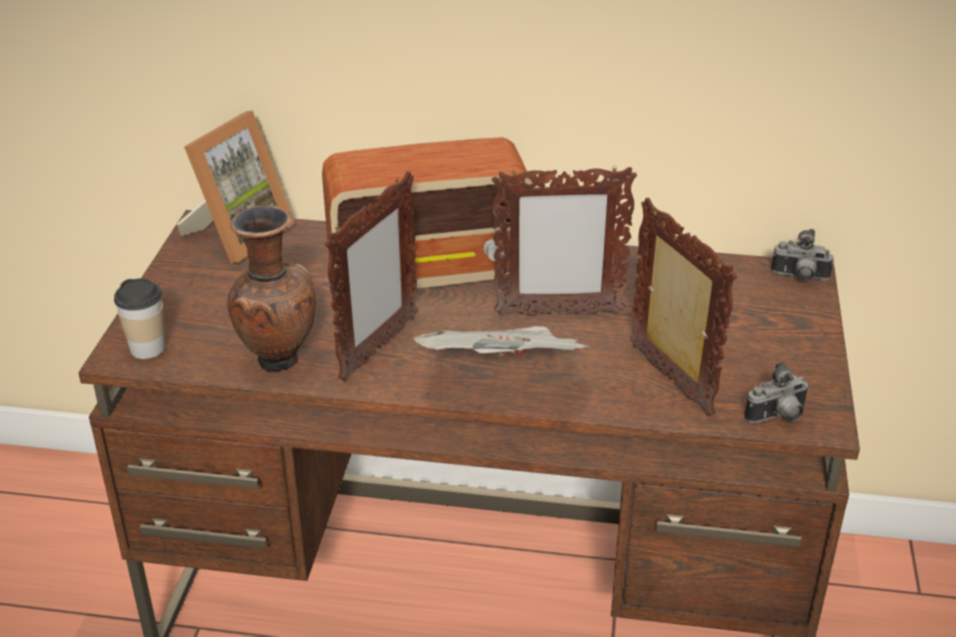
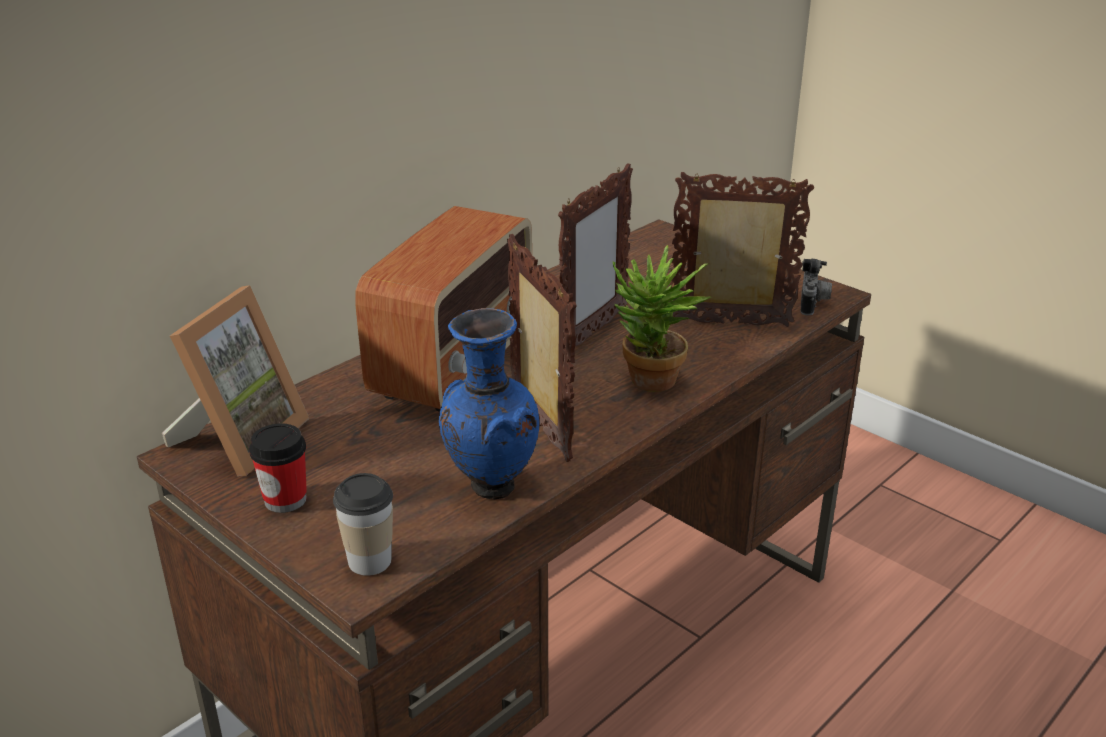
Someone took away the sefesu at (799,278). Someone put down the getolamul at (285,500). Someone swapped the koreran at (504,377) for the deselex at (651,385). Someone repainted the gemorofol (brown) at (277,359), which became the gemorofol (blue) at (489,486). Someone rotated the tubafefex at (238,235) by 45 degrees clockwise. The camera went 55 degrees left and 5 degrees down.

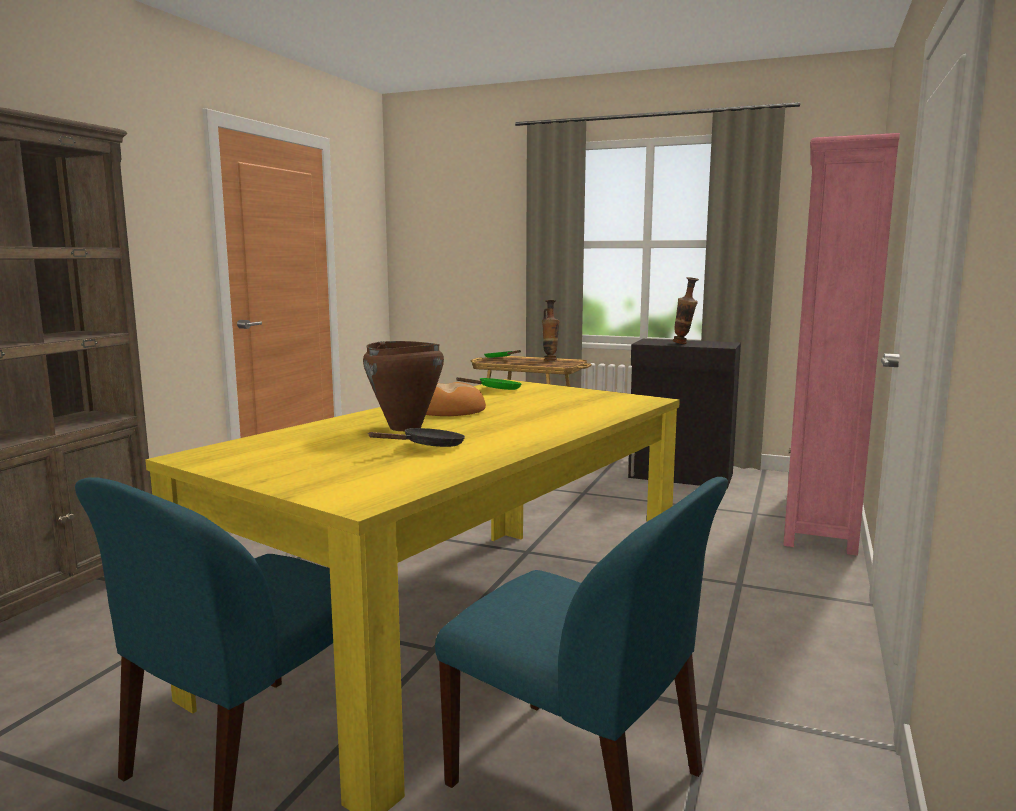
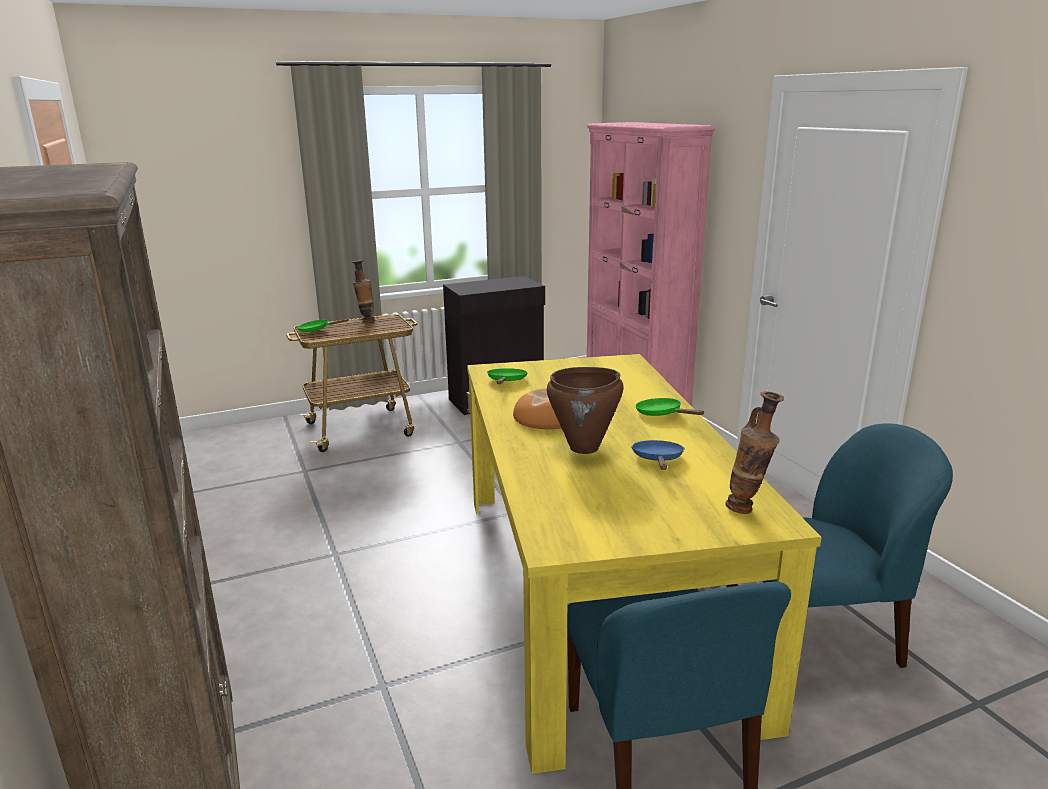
Someone put down the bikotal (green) at (662,414). Someone carried the gemorofol from (683,343) to (748,509). Someone repainted the bikotal (black) at (428,447), which became the bikotal (blue) at (658,460). The camera went 45 degrees left and 10 degrees up.

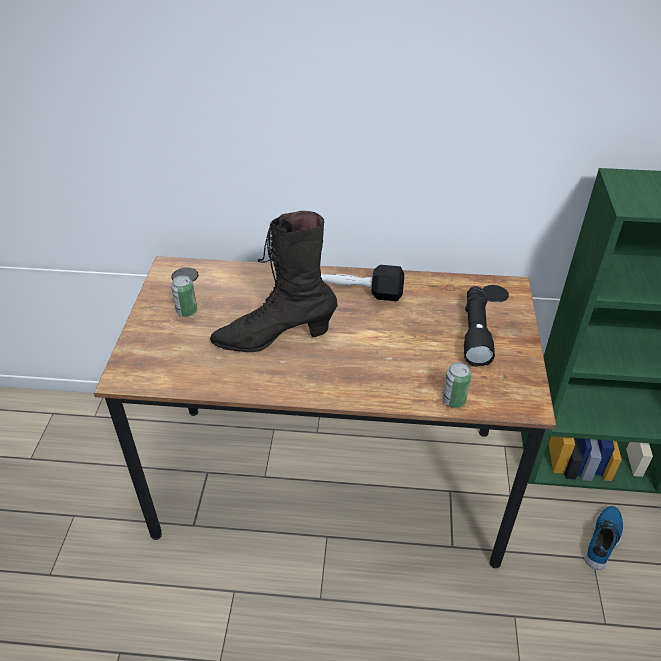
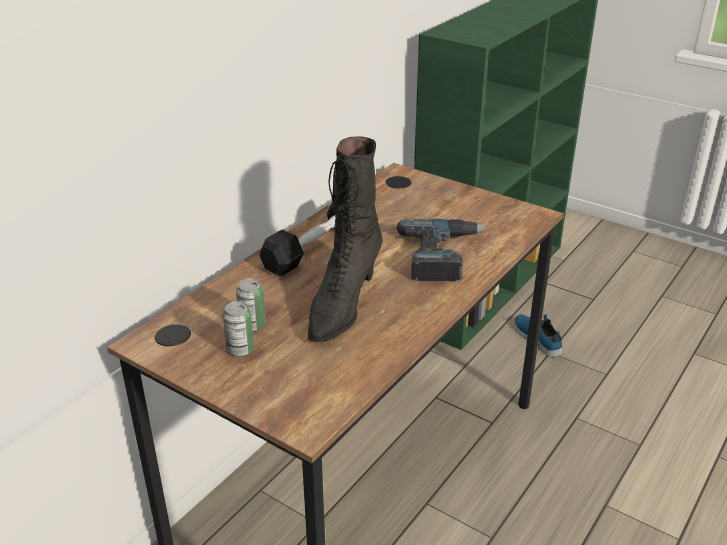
Someone took away the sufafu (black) at (475,332). Someone put down the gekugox at (442,256). Someone carried the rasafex from (454,400) to (252,325). The camera went 60 degrees left and 10 degrees down.

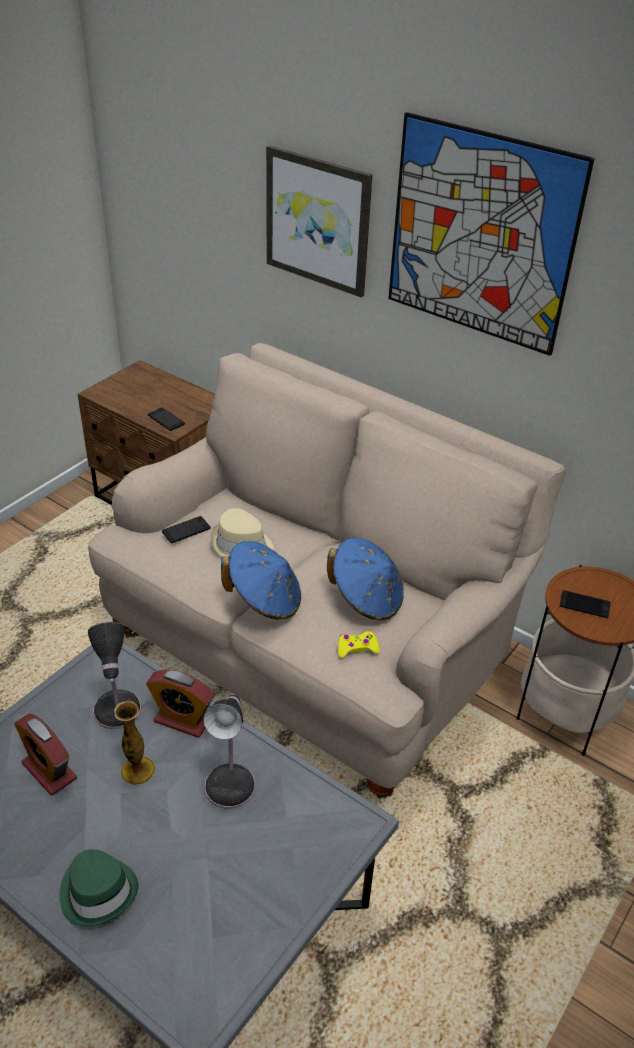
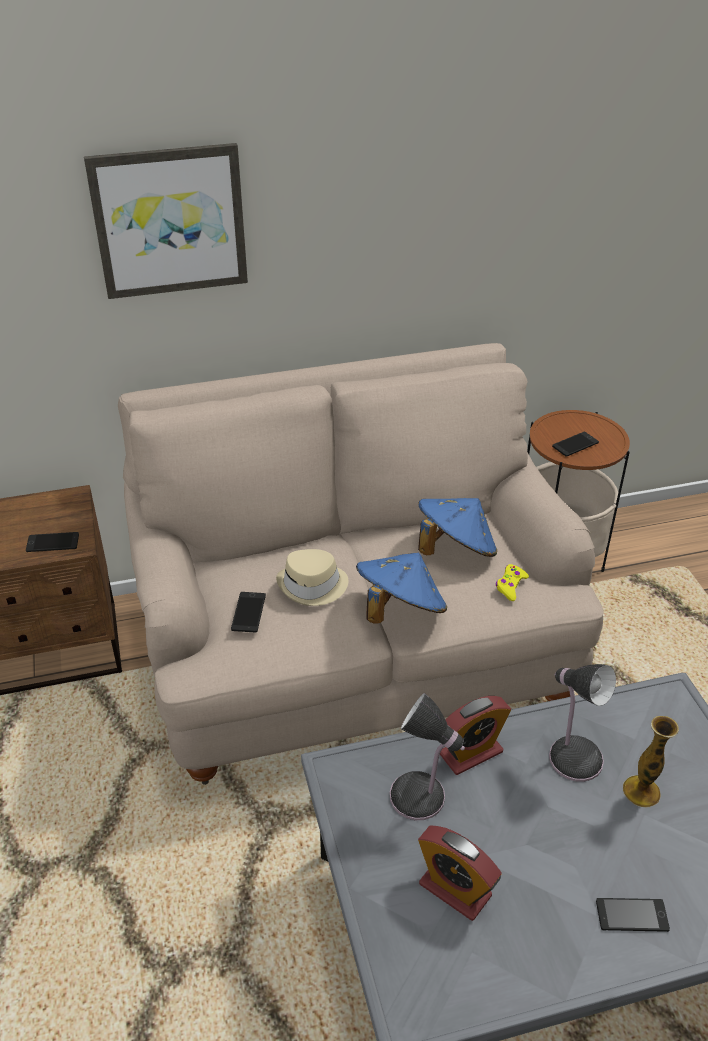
Someone took away the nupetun at (480,235). Someone carried the gemorofol from (138,770) to (641,791). Someone swapped the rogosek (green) at (98,891) for the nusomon at (632,915). Someone rotated the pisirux at (49,771) by 45 degrees clockwise. The camera went 50 degrees left and 0 degrees up.

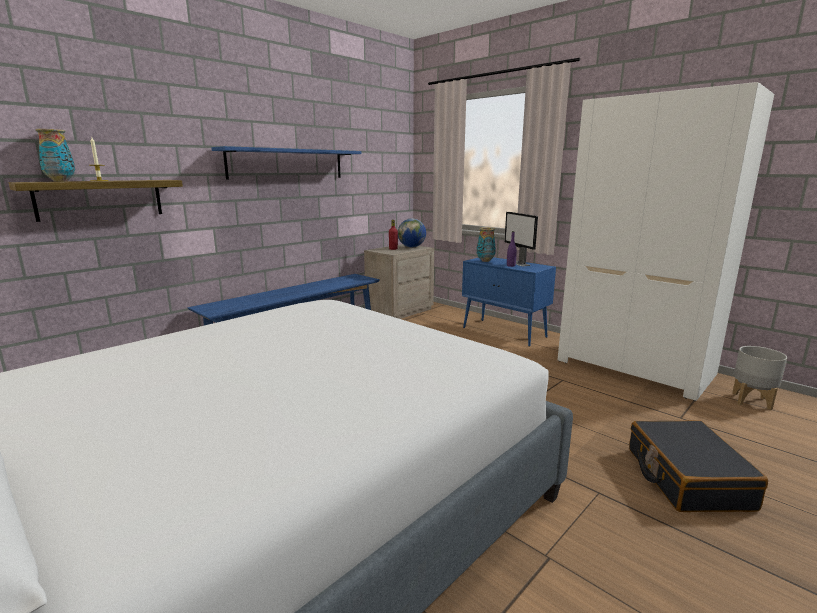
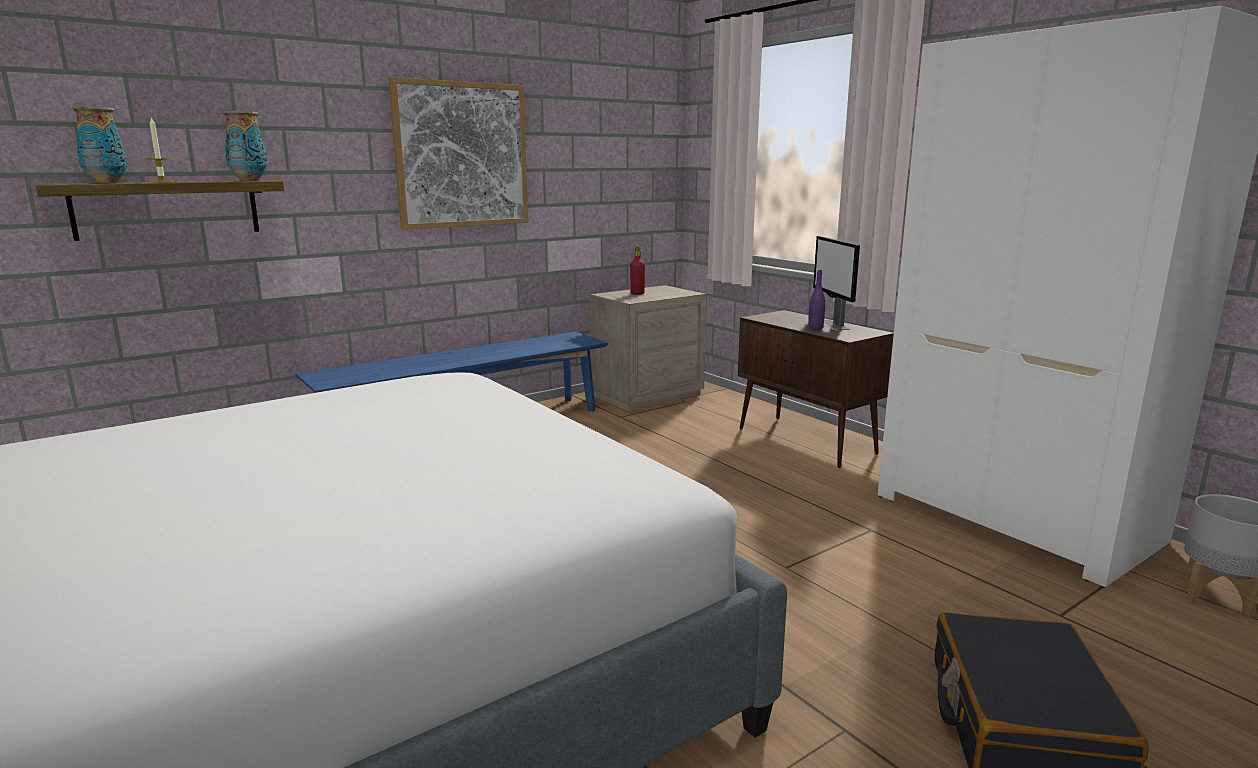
Someone took away the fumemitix at (411,247). Someone carried the gemorofol from (485,261) to (249,180). Someone swapped the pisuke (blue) at (287,164) for the nupetun at (462,155). Someone repainted the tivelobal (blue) at (504,332), which became the tivelobal (brown) at (807,441). The camera went 10 degrees right and 0 degrees up.

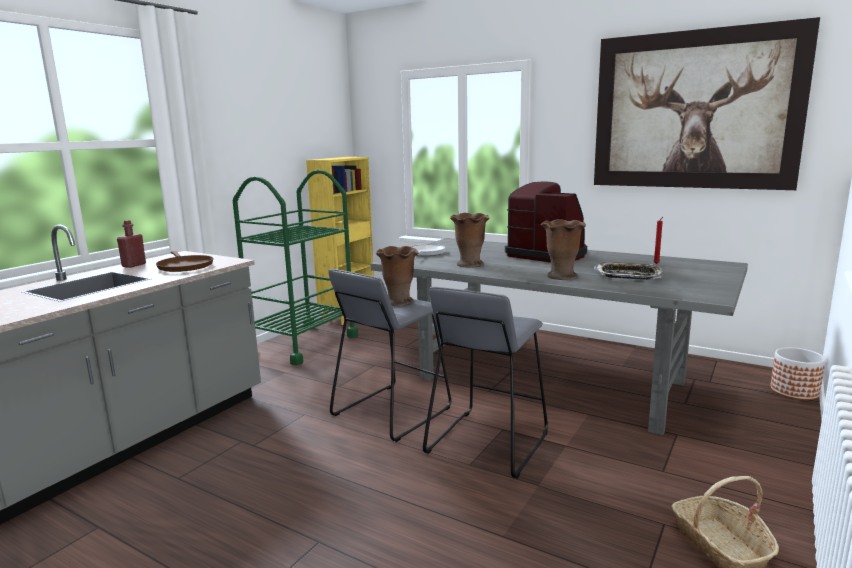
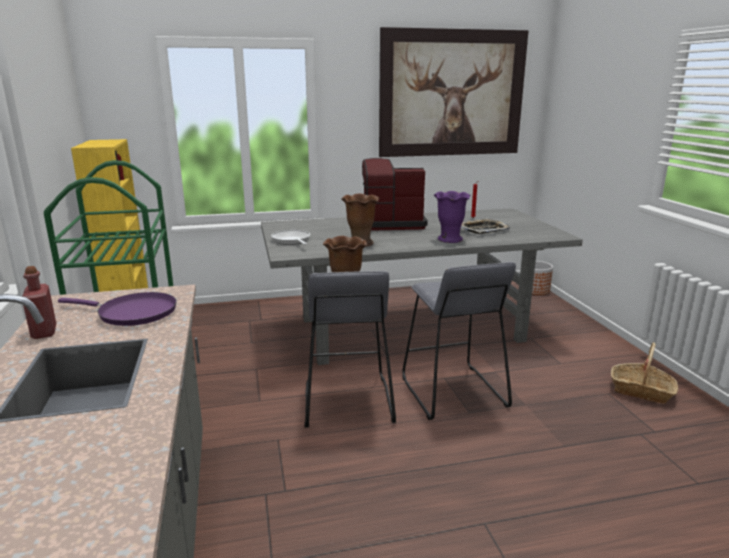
Someone repainted the bikotal (brown) at (184,266), which became the bikotal (purple) at (133,313). Someone repainted the gemorofol (brown) at (562,276), which became the gemorofol (purple) at (450,239). The camera went 45 degrees left and 5 degrees up.

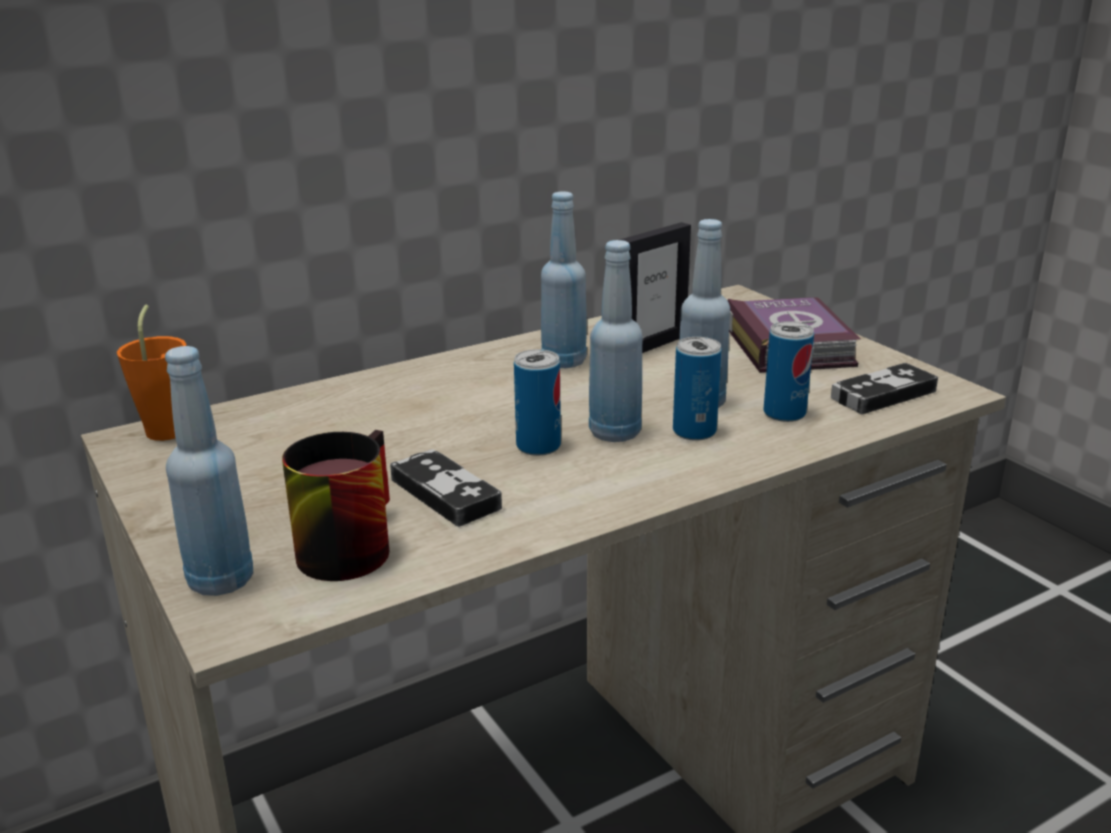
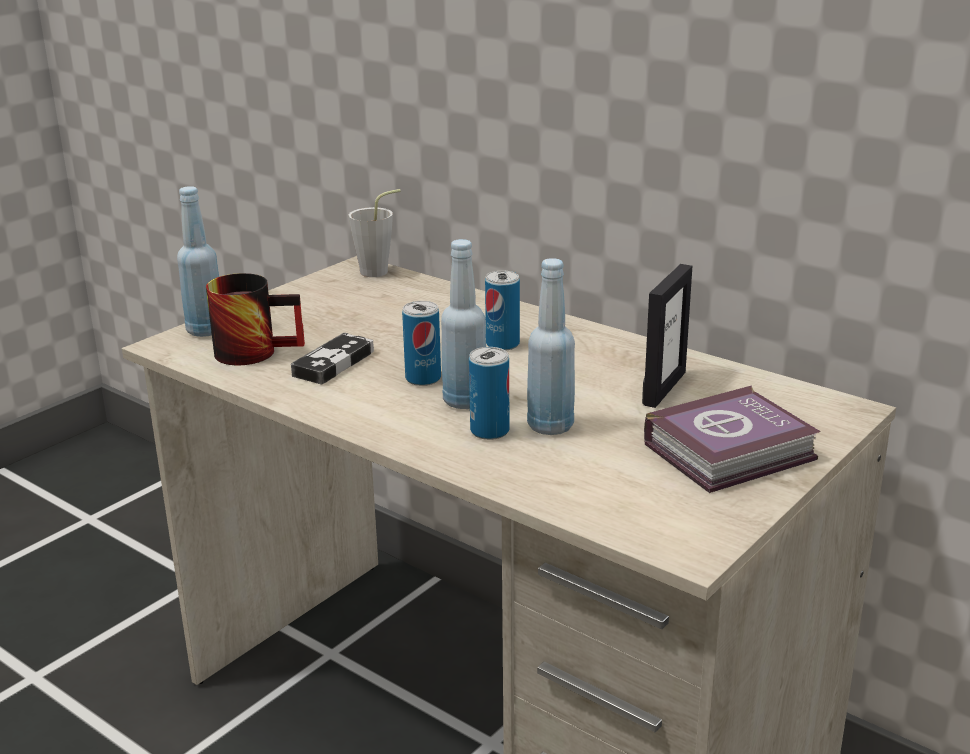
Someone took away the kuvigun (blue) at (563,361). Someone took away the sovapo at (883,394). Someone carried the rasafex from (784,413) to (502,344). Someone repainted the getolamul (orange) at (169,427), which became the getolamul (grey) at (380,271). Someone rotated the tubafefex at (651,345) by 90 degrees counterclockwise. The camera went 70 degrees right and 0 degrees up.

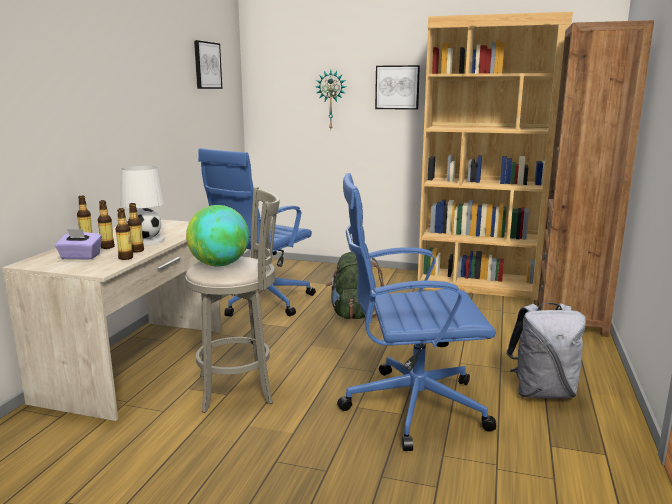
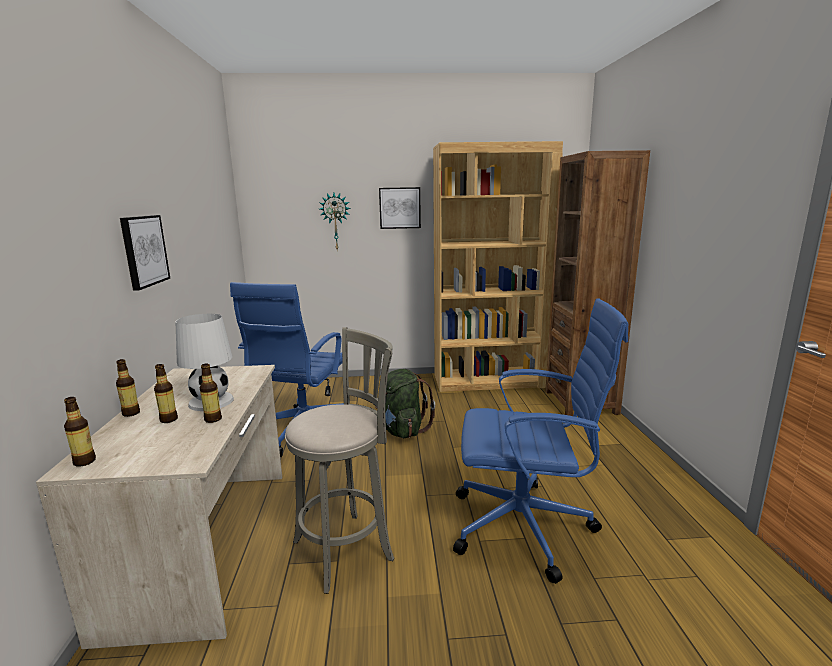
Someone took away the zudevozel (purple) at (80,257). Someone took away the fumemitix at (219,265). Someone took away the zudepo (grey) at (542,392). Someone carried the kuvigun from (126,258) to (84,461). Someone carried the nupetun from (207,65) to (144,250). Someone rotated the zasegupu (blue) at (410,406) by 150 degrees counterclockwise. The camera went 20 degrees left and 0 degrees up.

